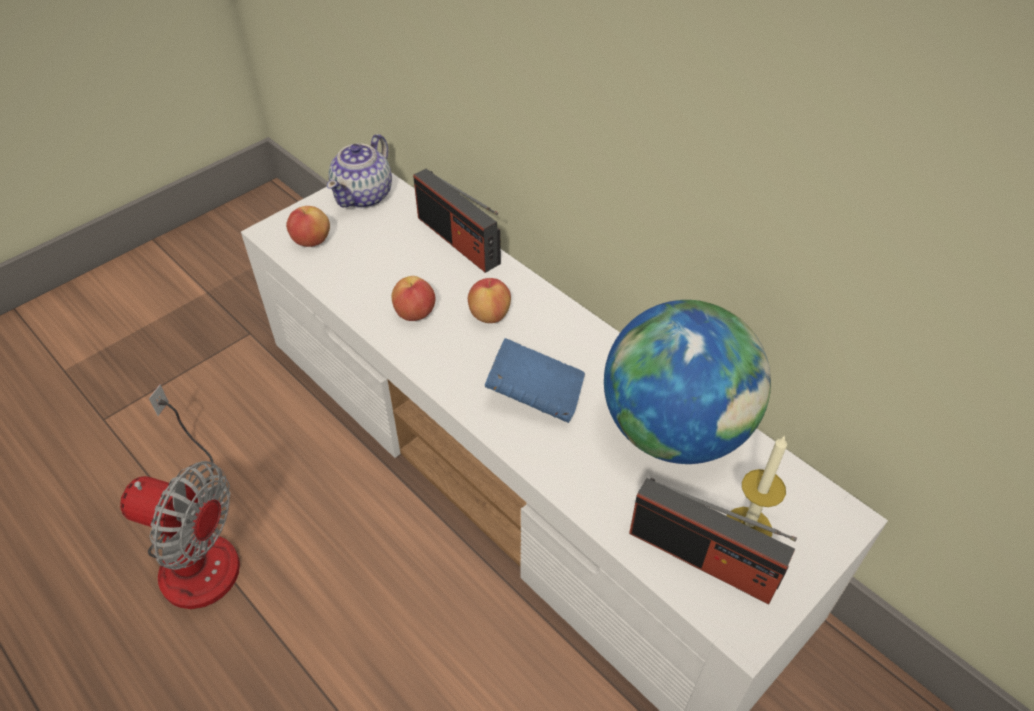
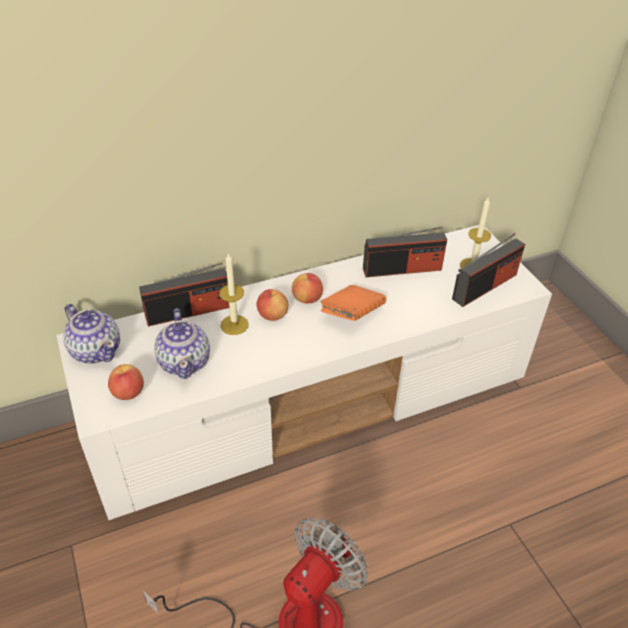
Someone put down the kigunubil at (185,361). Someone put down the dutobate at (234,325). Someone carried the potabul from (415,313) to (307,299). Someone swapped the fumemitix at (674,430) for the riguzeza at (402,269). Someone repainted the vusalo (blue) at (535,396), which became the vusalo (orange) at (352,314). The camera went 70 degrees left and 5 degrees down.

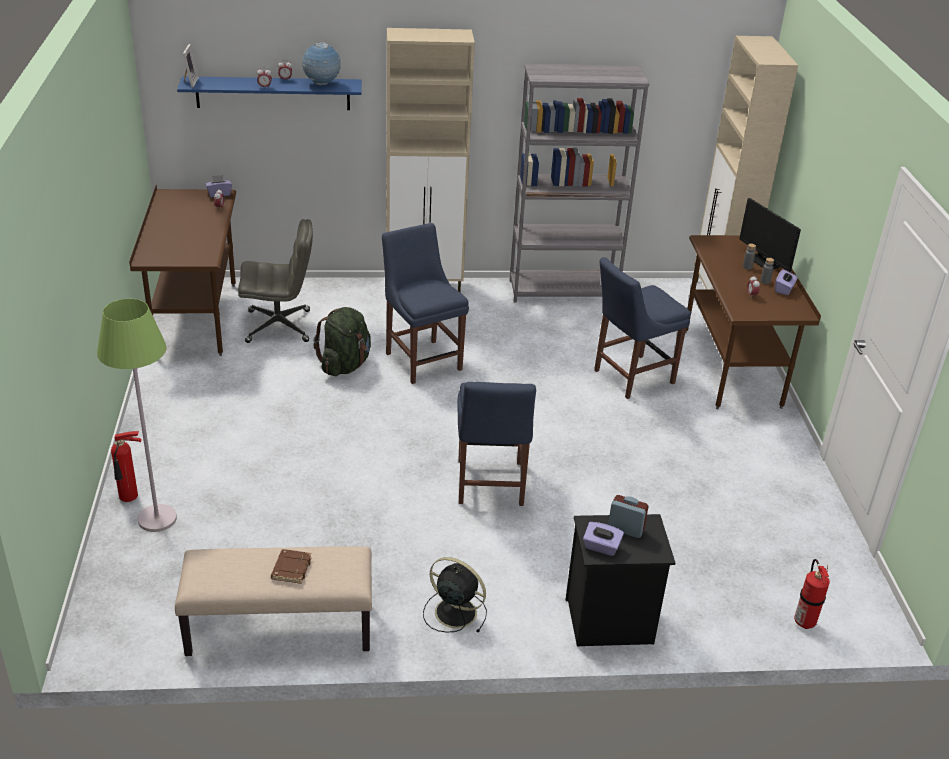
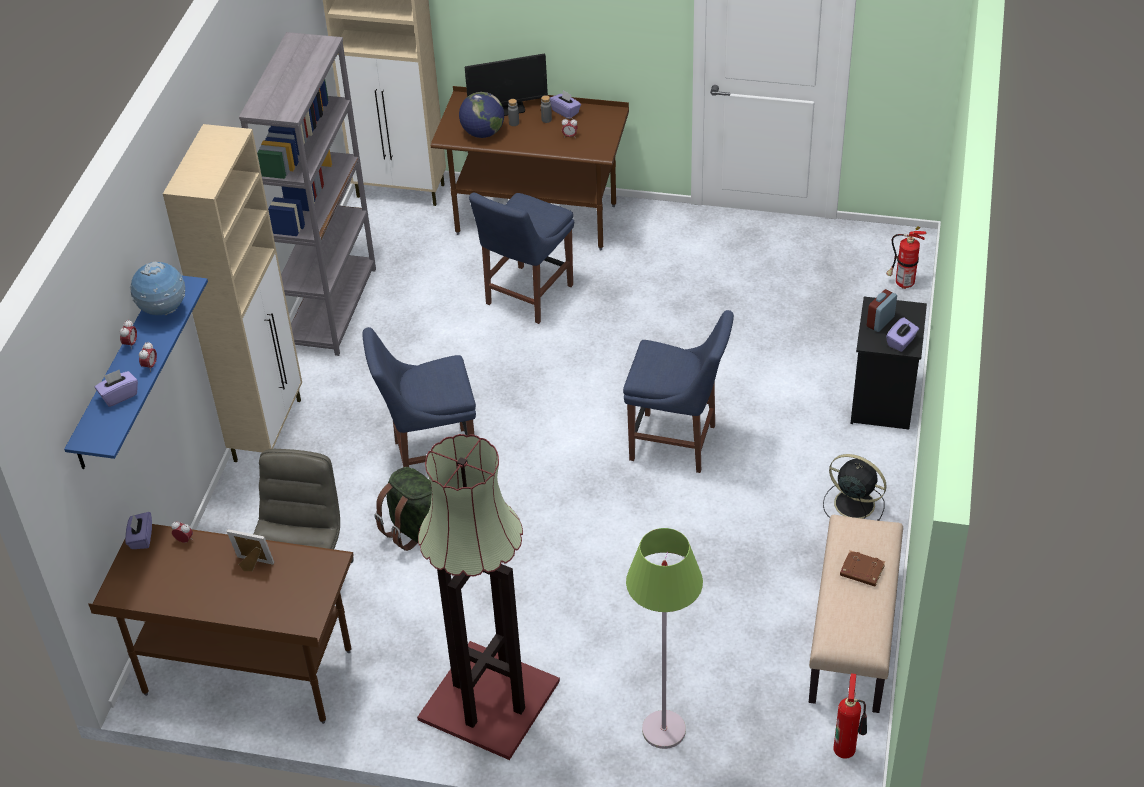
Someone put down the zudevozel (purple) at (119,395). Someone put down the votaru at (491,700). Someone put down the fumemitix at (483,133). Someone carried the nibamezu from (129,497) to (846,748). Someone carried the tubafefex from (189,82) to (253,565). Someone rotated the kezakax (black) at (454,611) by 75 degrees clockwise. Someone rotated the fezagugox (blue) at (630,377) by 45 degrees clockwise. The camera went 70 degrees left and 10 degrees up.

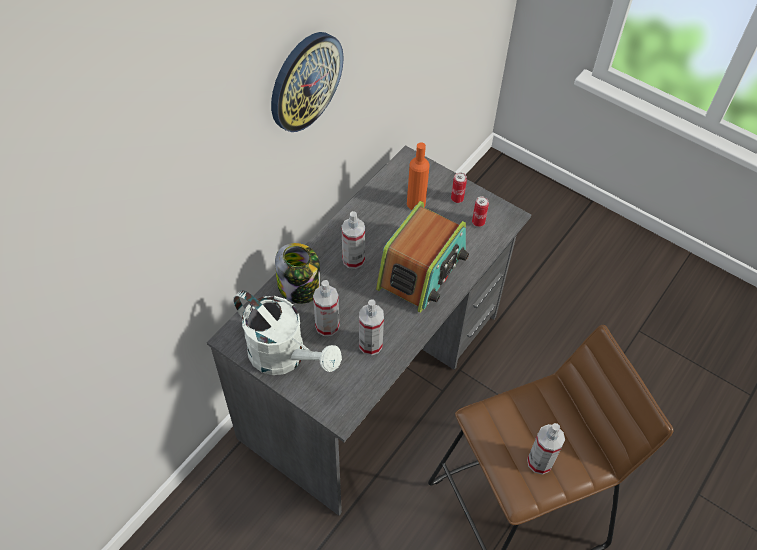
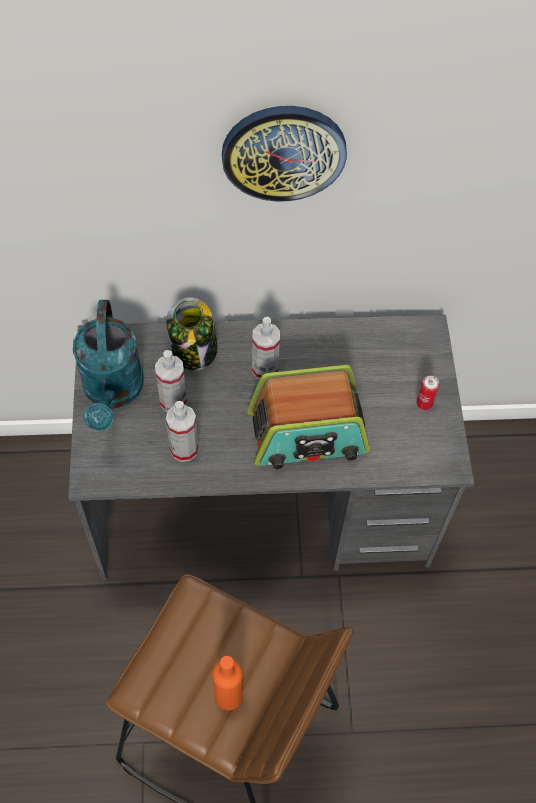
Someone took away the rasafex at (478,222). Someone took away the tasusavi at (540,462). Someone carried the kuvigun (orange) from (416,203) to (228,696). Someone repainted the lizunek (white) at (285,357), which became the lizunek (turquoise) at (113,392). The camera went 50 degrees right and 5 degrees up.

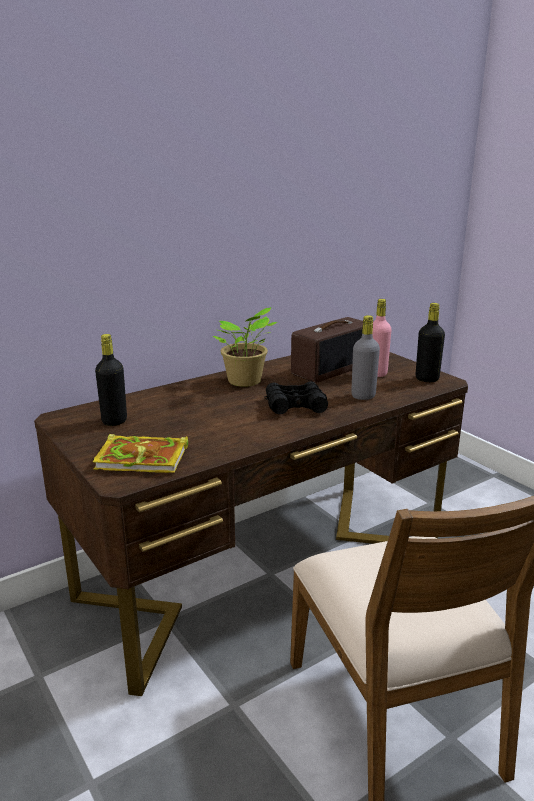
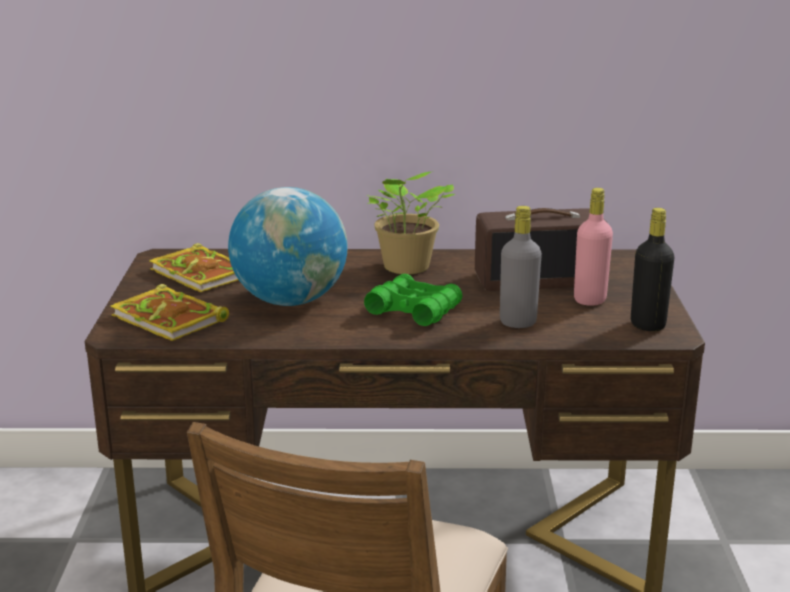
Someone put down the fumemitix at (290,300). Someone swapped the kuvigun (black) at (114,421) for the vusalo at (203,274). Someone repainted the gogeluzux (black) at (295,405), which became the gogeluzux (green) at (414,310). The camera went 35 degrees right and 0 degrees up.

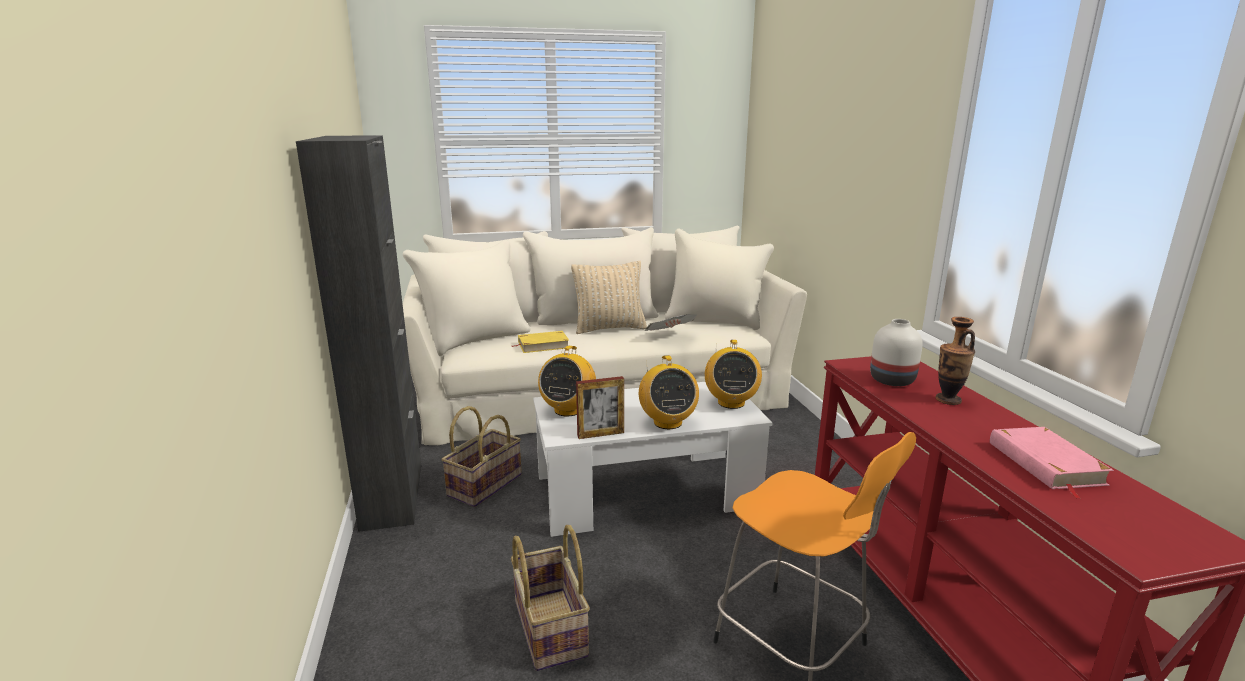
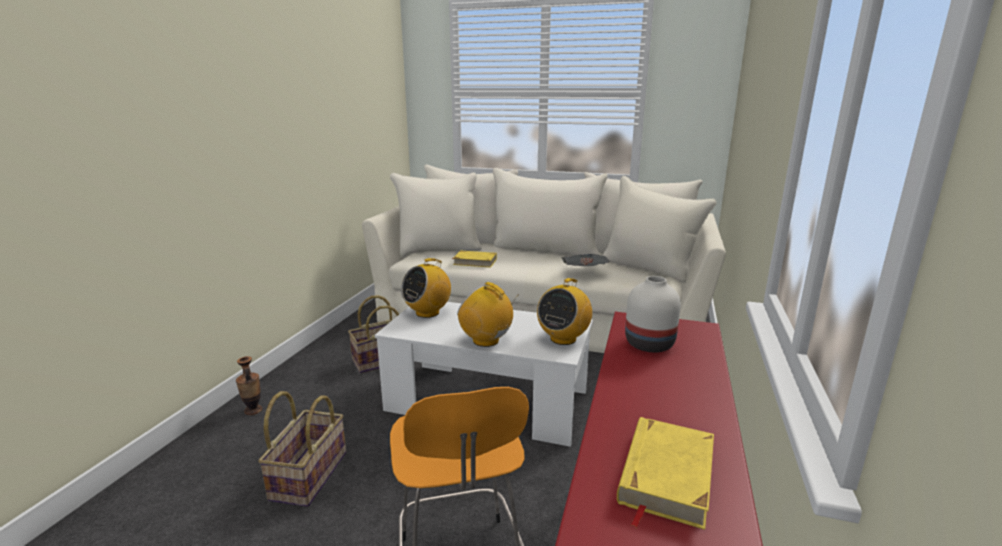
Someone took away the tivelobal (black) at (392,495). Someone took away the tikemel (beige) at (609,328). Someone took away the tubafefex at (600,434). Someone carried the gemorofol from (948,400) to (253,410). Someone repainted the vusalo (pink) at (1045,464), which became the vusalo (yellow) at (665,475). Someone rotated the riguzeza at (667,422) by 105 degrees clockwise. The camera went 30 degrees right and 0 degrees up.

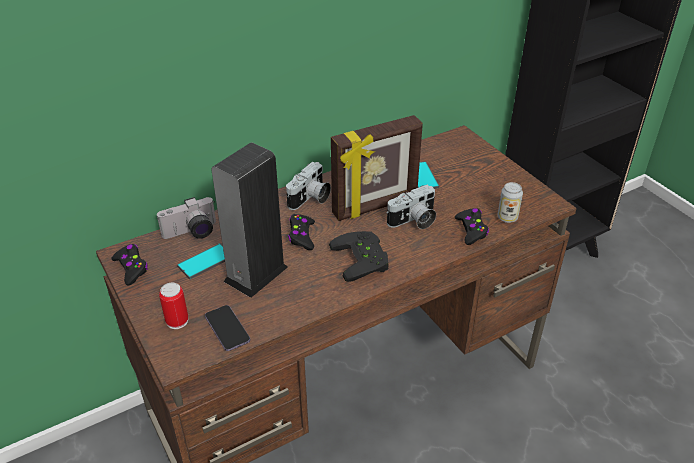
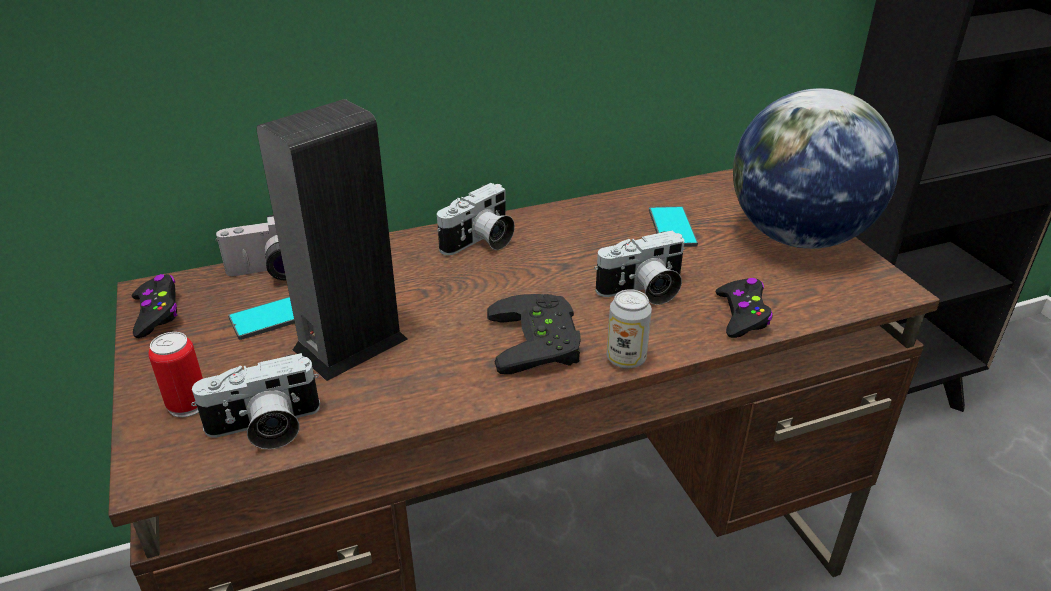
Someone took away the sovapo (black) at (301,236). Someone took away the tubafefex at (375,206). Someone put down the fumemitix at (797,237). Someone carried the rasafex from (507,218) to (626,359). Someone swapped the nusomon at (227,329) for the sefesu at (265,428). The camera went 10 degrees right and 5 degrees down.

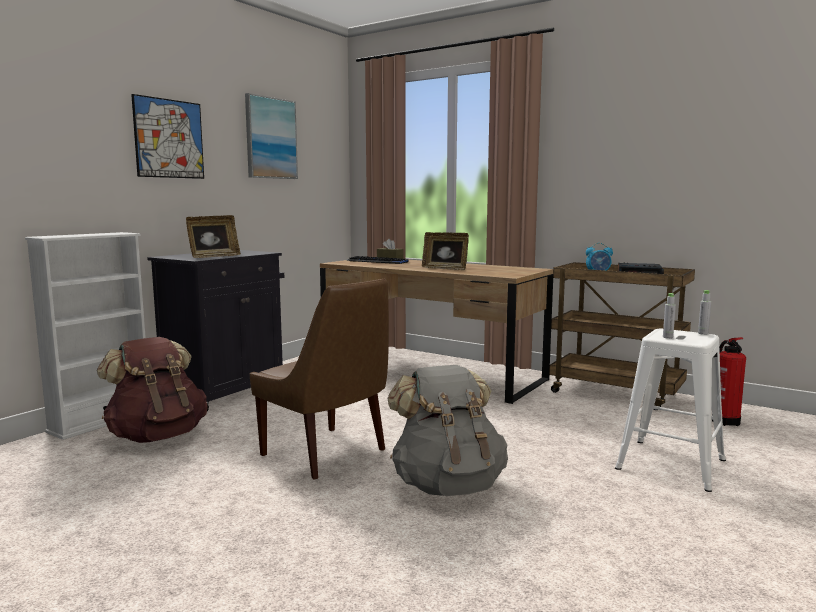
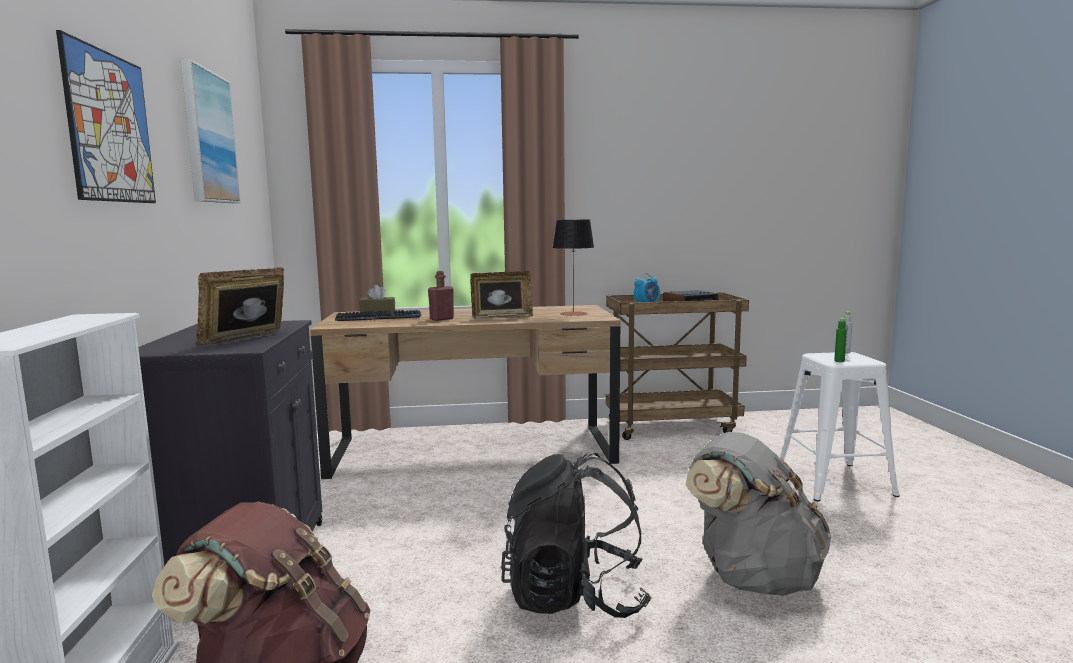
Someone took away the nibamezu at (725,420). Someone put down the kuvigun (red) at (441,319). Someone put down the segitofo at (573,313). Someone swapped the fezagugox (brown) at (327,454) for the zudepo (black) at (574,597). Someone repainted the kuvigun (grey) at (667,337), which became the kuvigun (green) at (839,361). Someone rotated the tubafefex at (214,256) by 150 degrees counterclockwise. The camera went 40 degrees left and 0 degrees up.

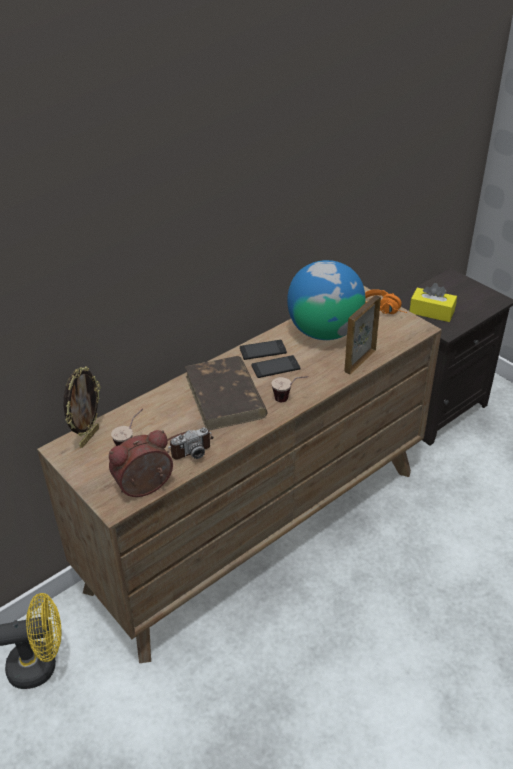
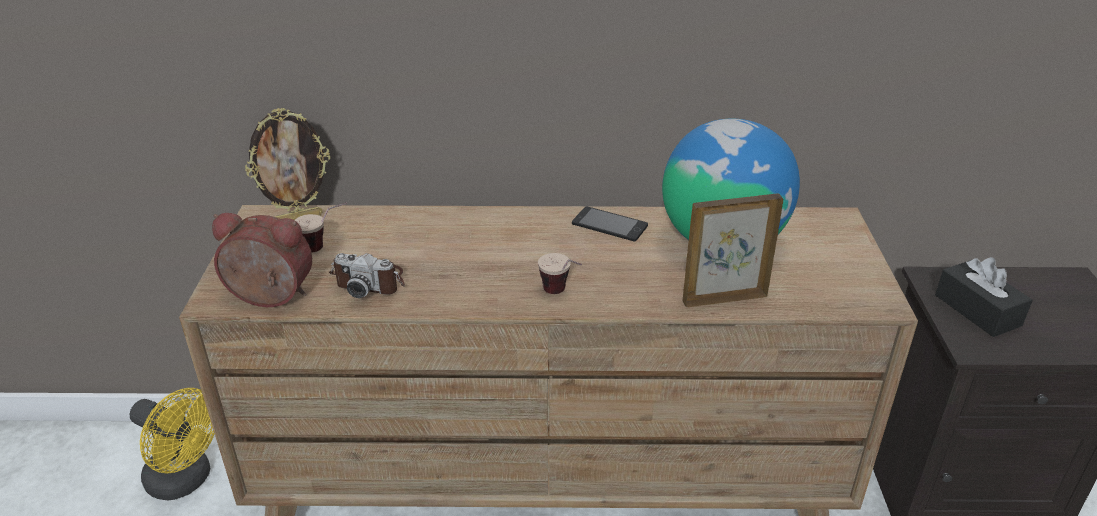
Someone took away the vusalo (brown) at (225,397). Someone took away the nusomon at (275,367). Someone took away the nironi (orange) at (385,309). Someone repainted the zudevozel (yellow) at (431,312), which became the zudevozel (black) at (977,310). The camera went 40 degrees right and 5 degrees down.

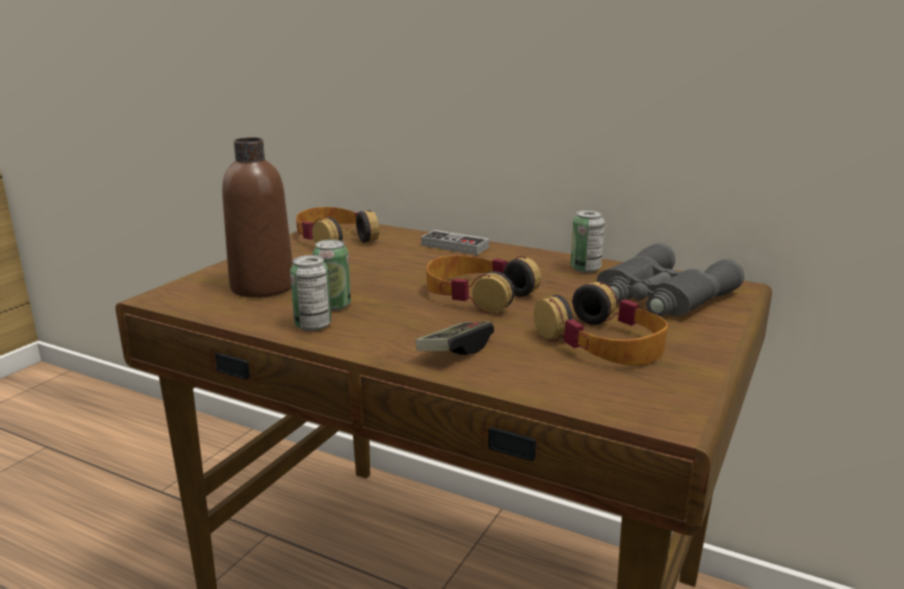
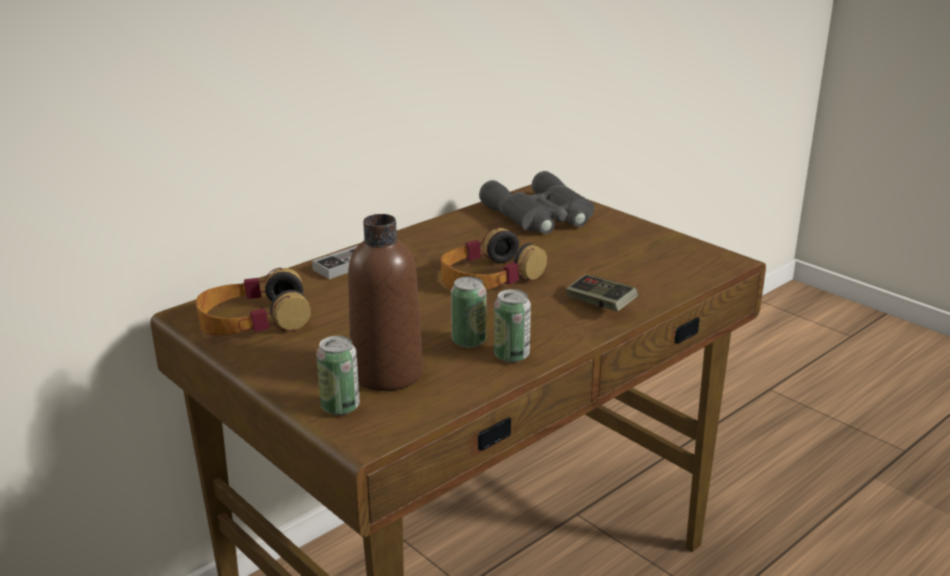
Someone took away the nironi at (603,342). Someone carried the rasafex from (585,269) to (340,407). The camera went 70 degrees left and 5 degrees up.

